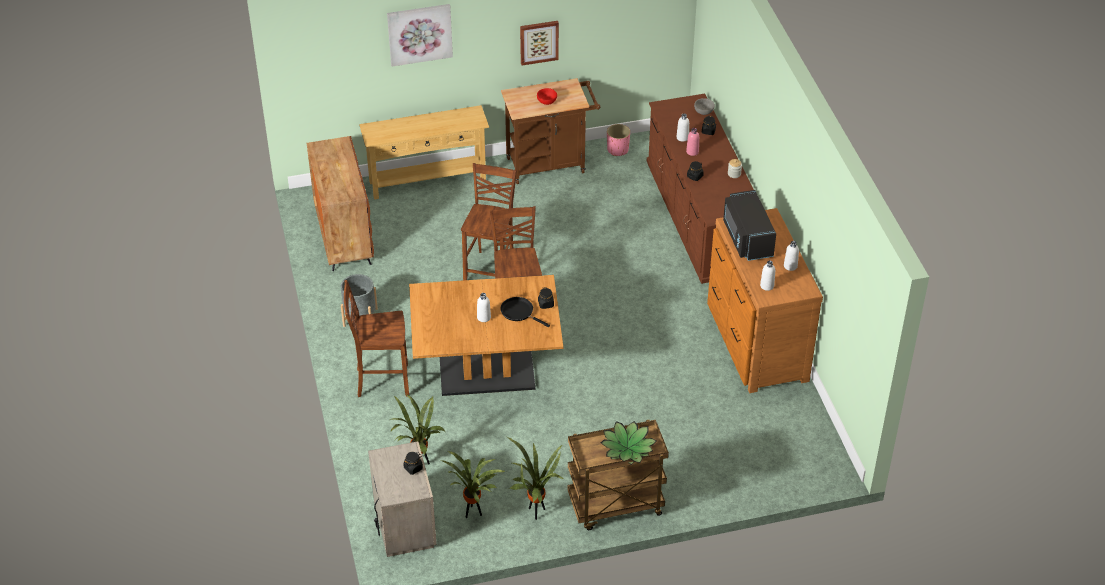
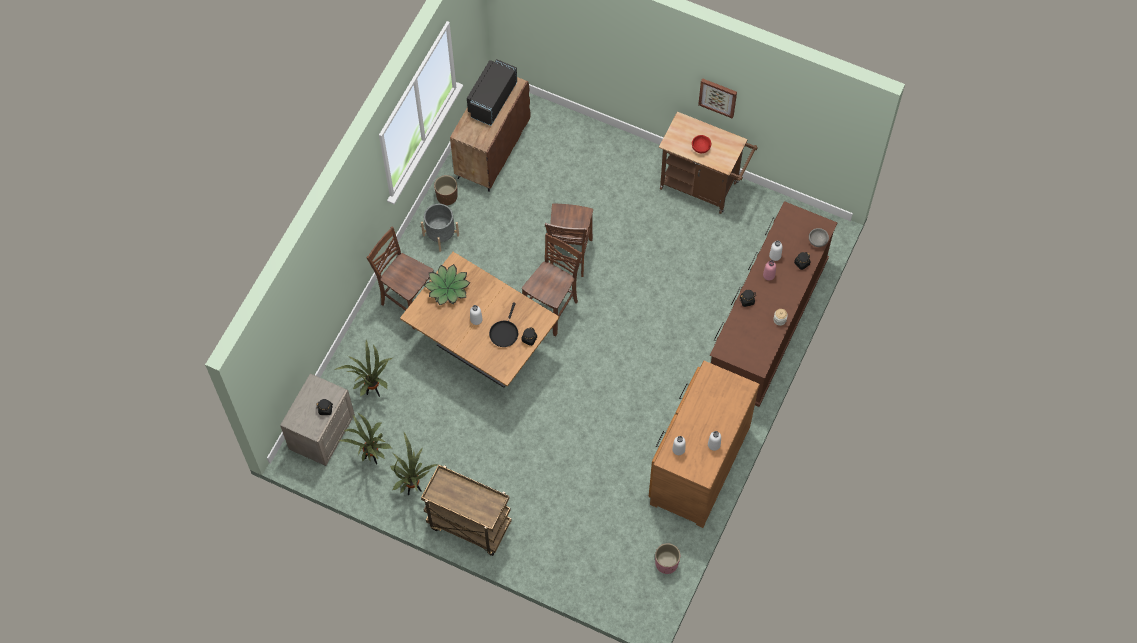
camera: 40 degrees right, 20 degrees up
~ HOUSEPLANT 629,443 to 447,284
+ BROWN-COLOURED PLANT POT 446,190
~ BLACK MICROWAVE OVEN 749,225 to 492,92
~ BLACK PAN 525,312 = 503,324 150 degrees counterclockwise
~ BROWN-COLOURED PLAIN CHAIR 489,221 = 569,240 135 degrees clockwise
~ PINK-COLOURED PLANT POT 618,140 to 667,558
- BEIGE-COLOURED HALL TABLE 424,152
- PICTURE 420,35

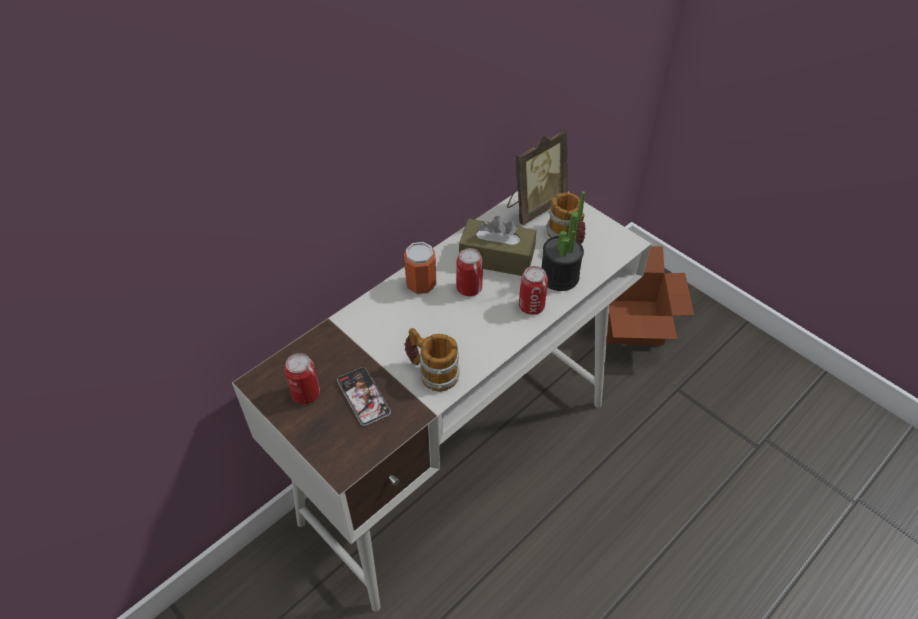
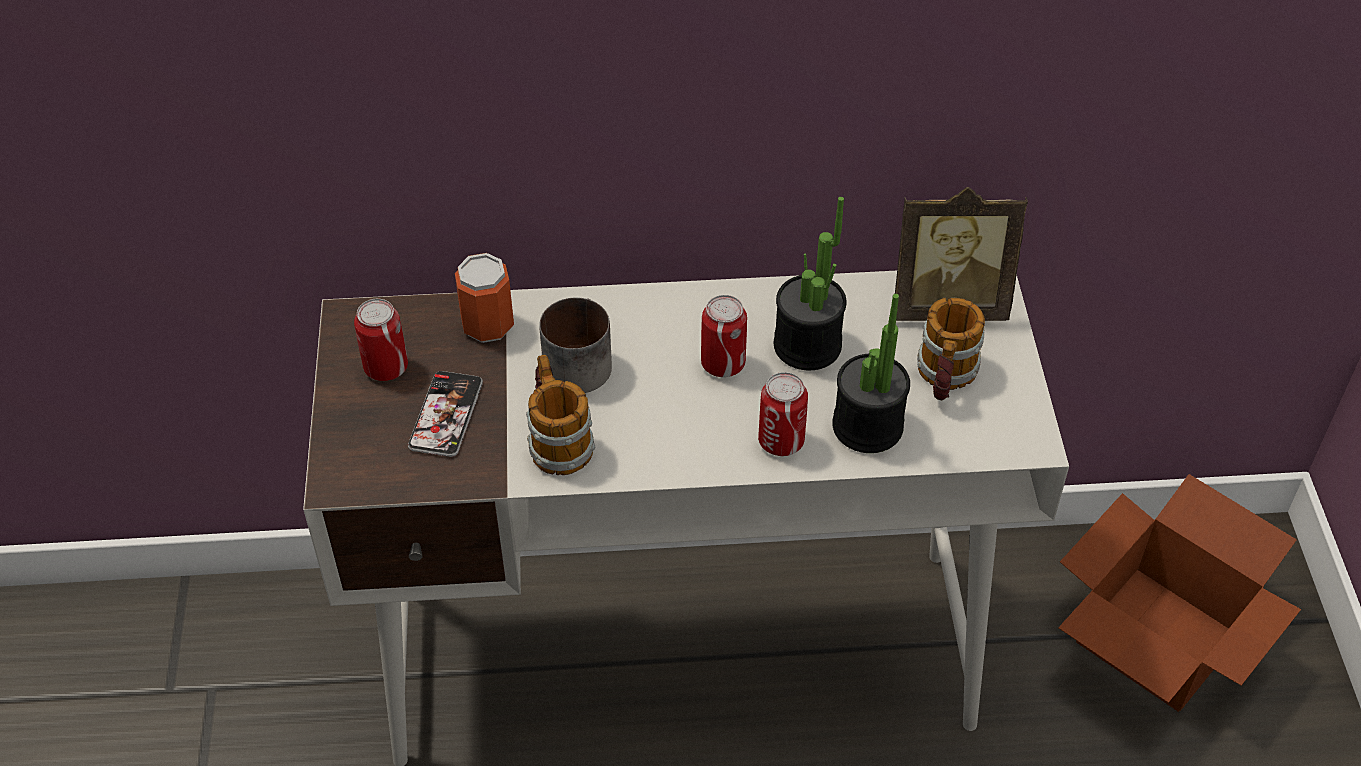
camera: 40 degrees right, 0 degrees up
~ CAN 420,268 to 484,298
+ TEA MUG 575,345
~ BROWN-COLOURED TISSUE BOX 497,246 to HOUSEPLANT 810,284

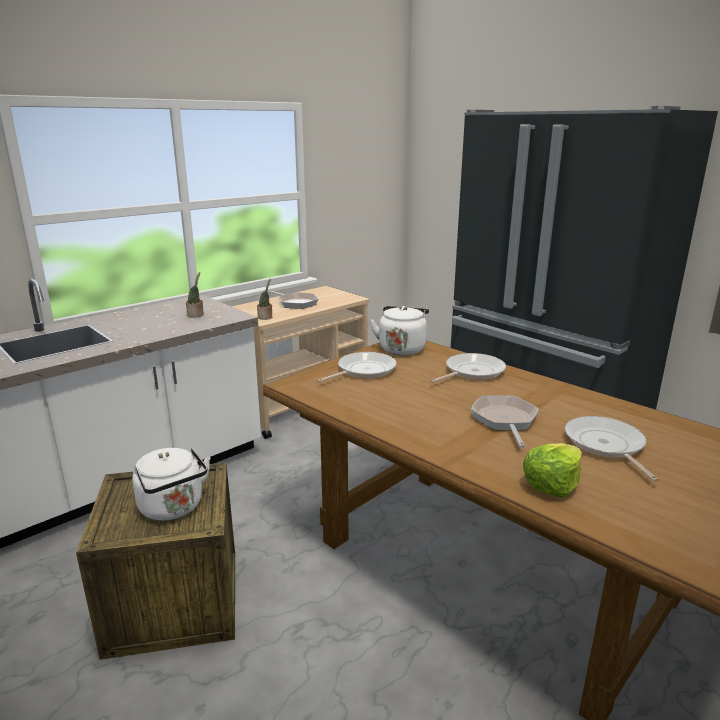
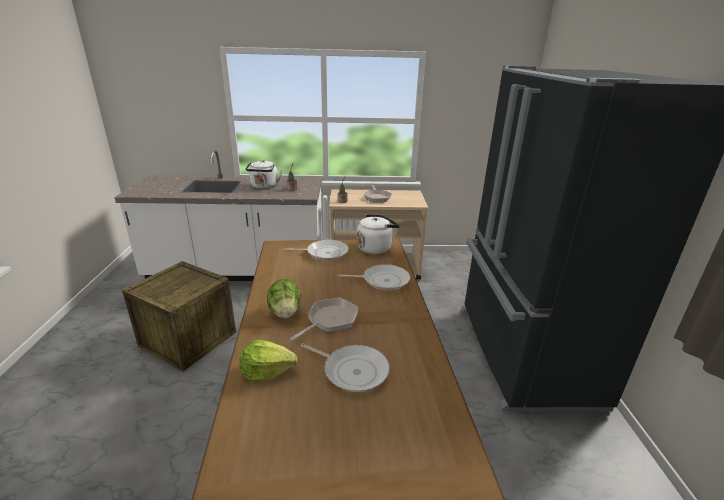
camera: 40 degrees right, 5 degrees up
~ WHITISH KETTLE 171,484 to 264,174
+ HEAD OF LETTUCE 284,298
~ PAN 612,449 = 345,367 90 degrees clockwise

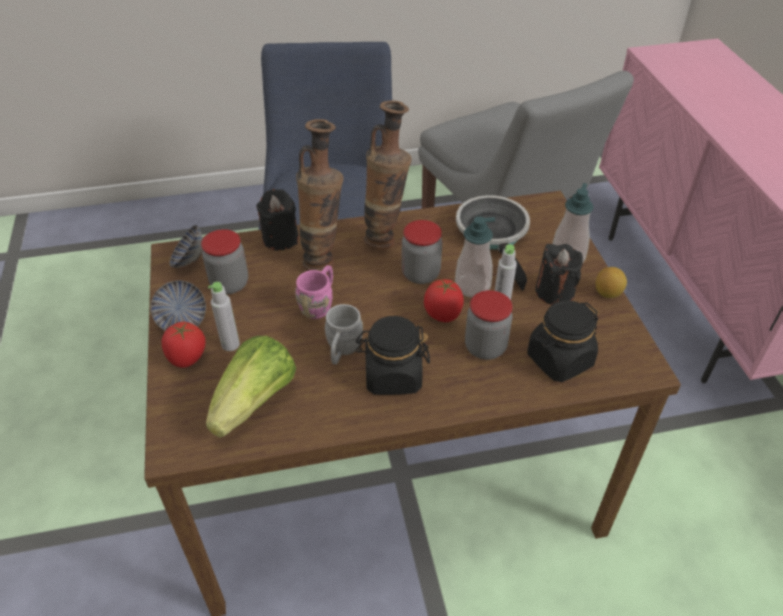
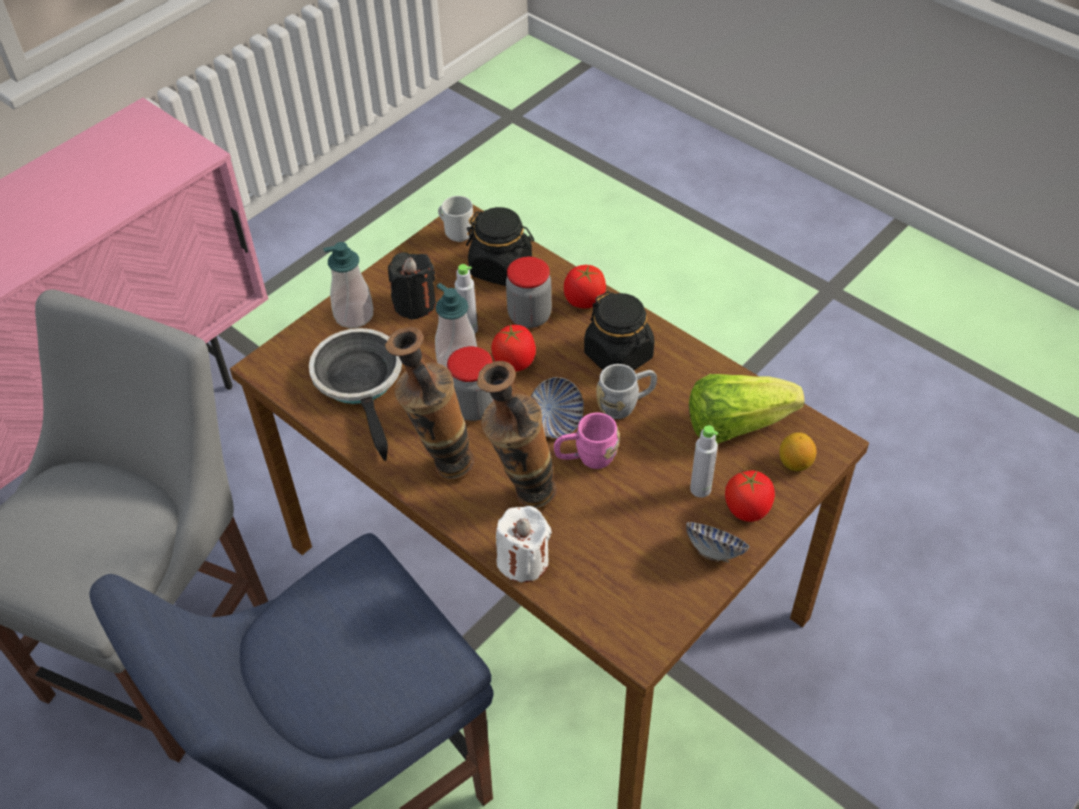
camera: 125 degrees left, 5 degrees up
~ PAN 493,242 = 355,394 120 degrees clockwise
+ TEA MUG 455,219
~ BLACK WAX LIGHT 277,219 to WHITISH WAX LIGHT 524,544
~ BOWL 186,246 to 557,407
+ FRESH TOMATO 585,286
~ WHOLE LEMON 611,282 to 798,451
- STORAGE JAR 224,261

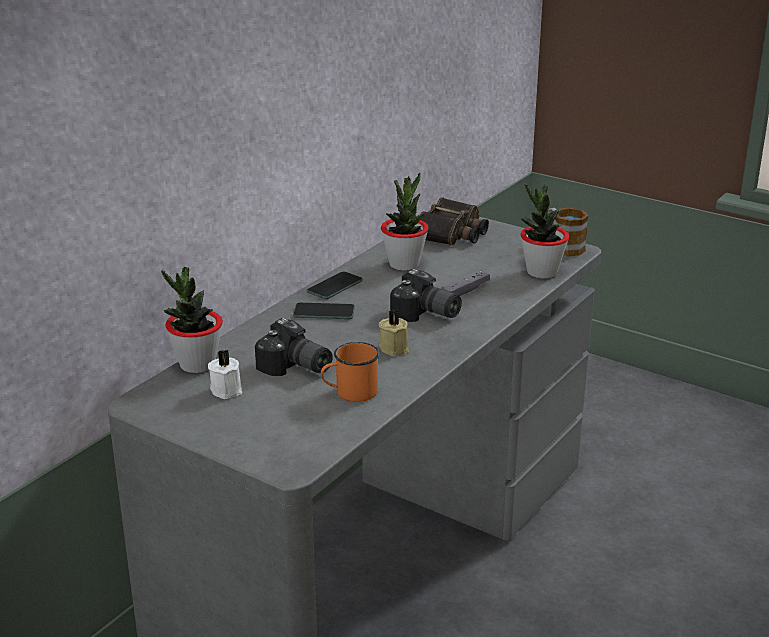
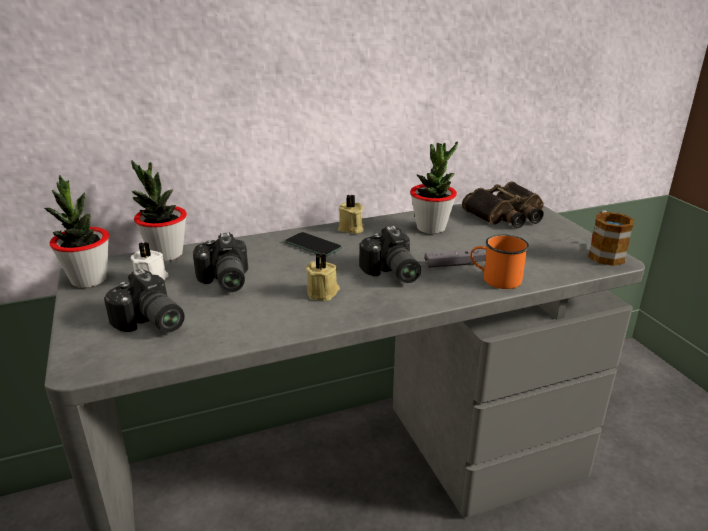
camera: 35 degrees right, 0 degrees up
~ HOUSEPLANT 544,231 to 76,231
+ STILL CAMERA 144,300
~ PHONE 335,285 to BEIGE-COLOURED WAX LIGHT 351,214
~ ORANGE-COLOURED TEA MUG 350,372 to 499,261

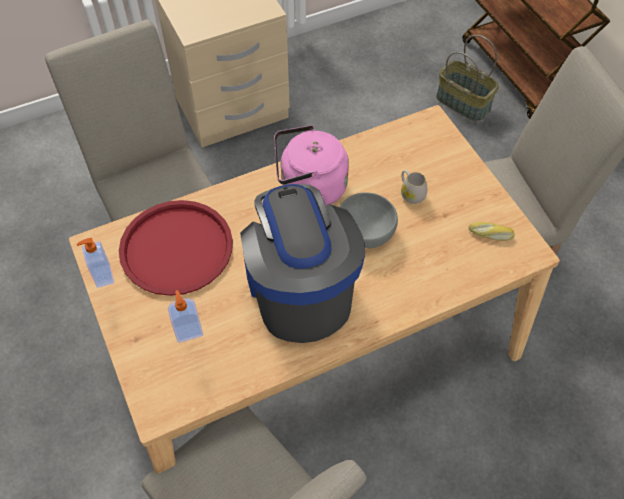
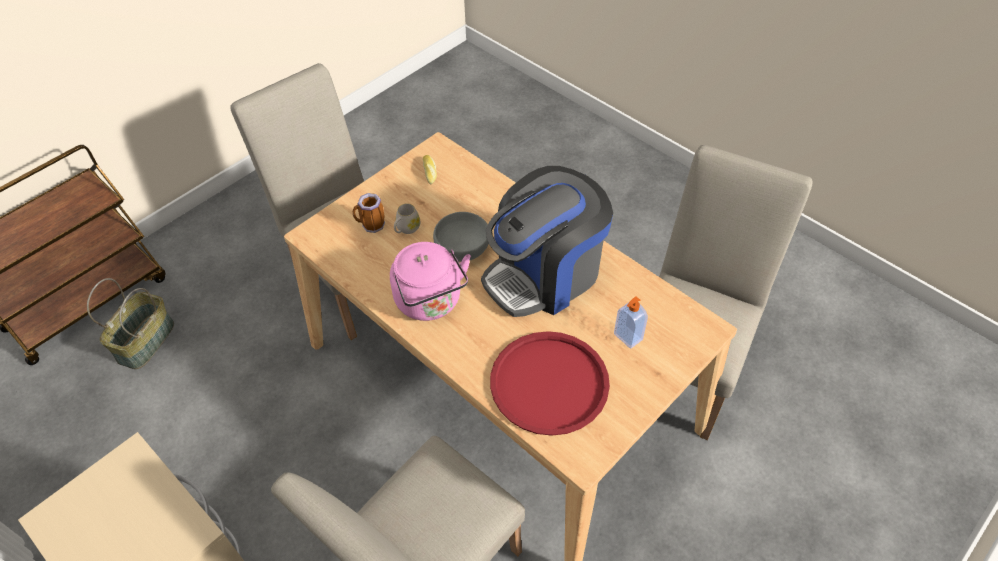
camera: 110 degrees left, 5 degrees down
+ TEA MUG 369,213
- SOAP DISPENSER 95,263

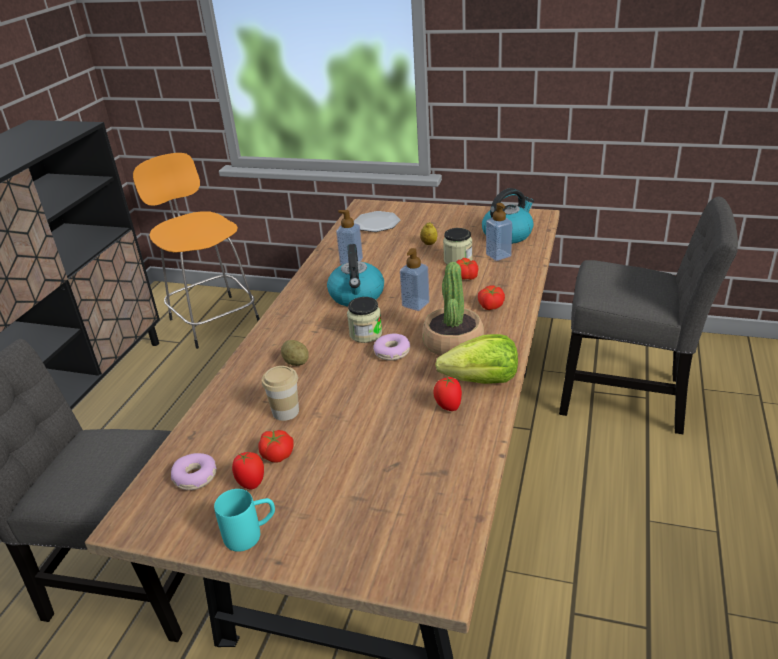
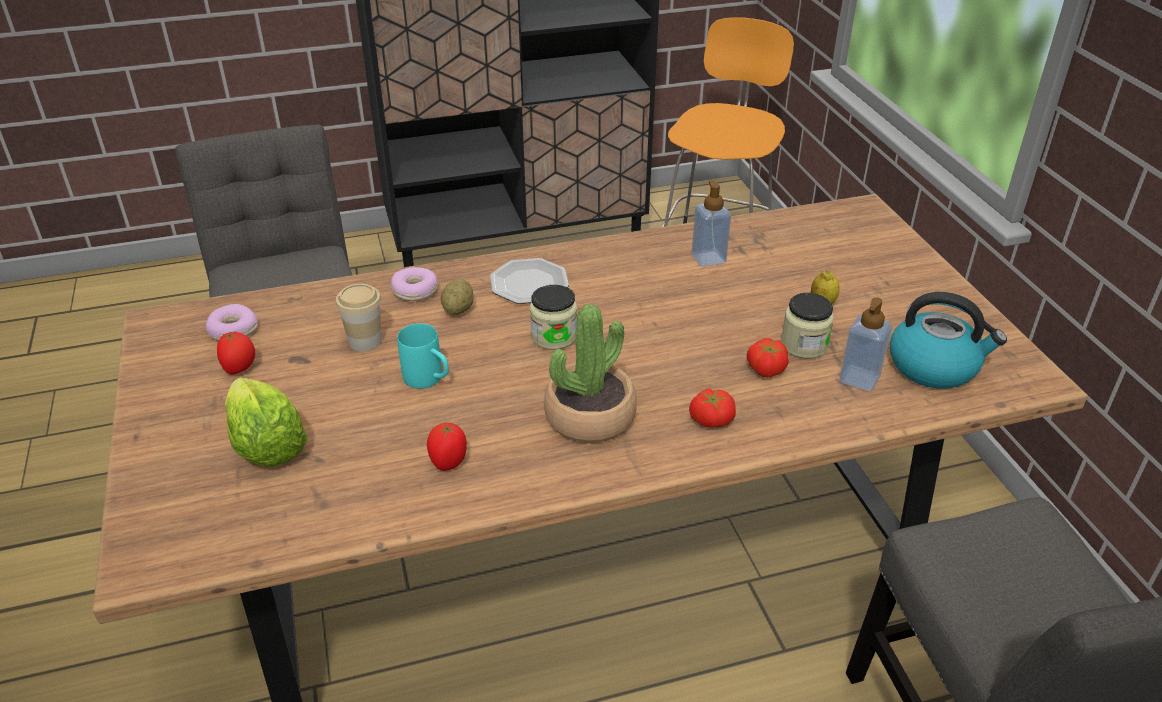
camera: 55 degrees right, 5 degrees up
~ HEAD OF LETTUCE 476,359 to 265,422
~ RING DOUGHNUT 391,347 to 415,284
~ TURQUOISE-COLOURED TEA MUG 244,520 to 423,356
~ PLATE 377,221 to 529,281
- FRESH TOMATO 276,446
- KETTLE 355,275
- SOAP DISPENSER 415,279

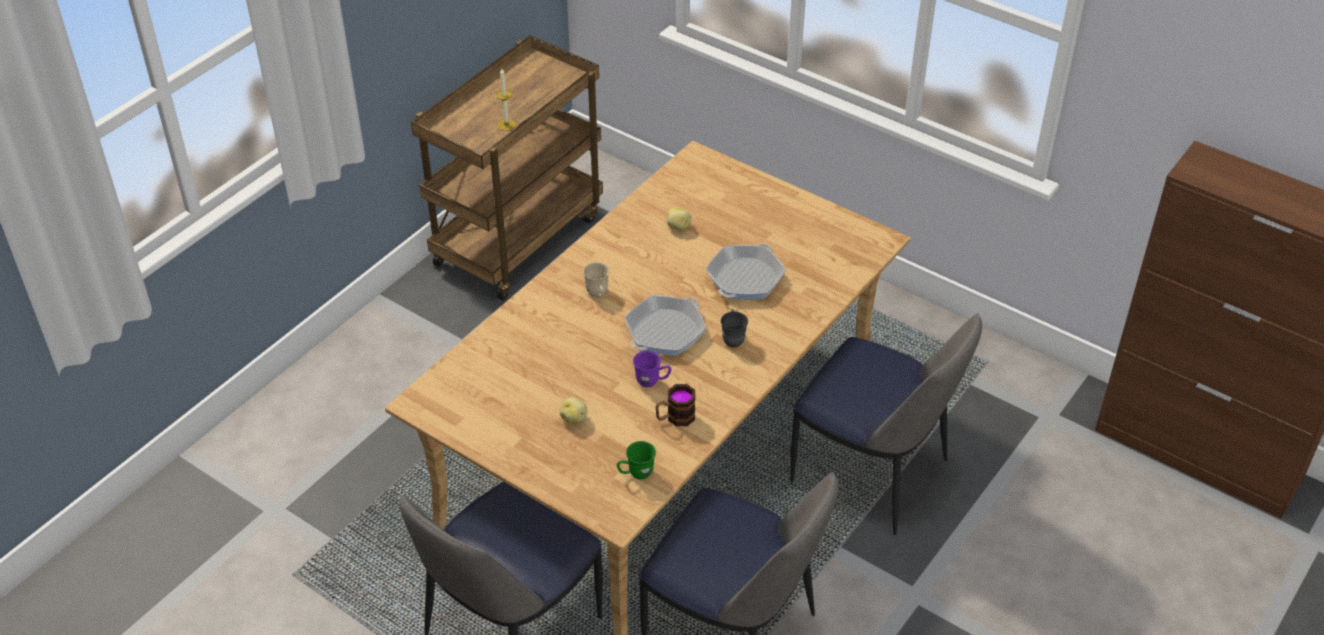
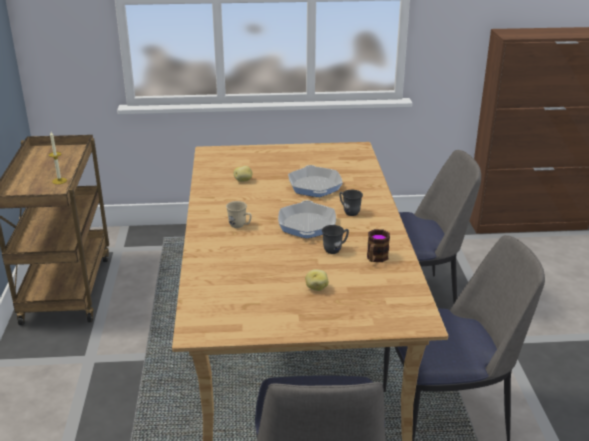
camera: 40 degrees left, 15 degrees down
~ PURPLISH TEA MUG 652,369 to GRAY TEA MUG 335,239
- GREEN-COLOURED TEA MUG 636,460

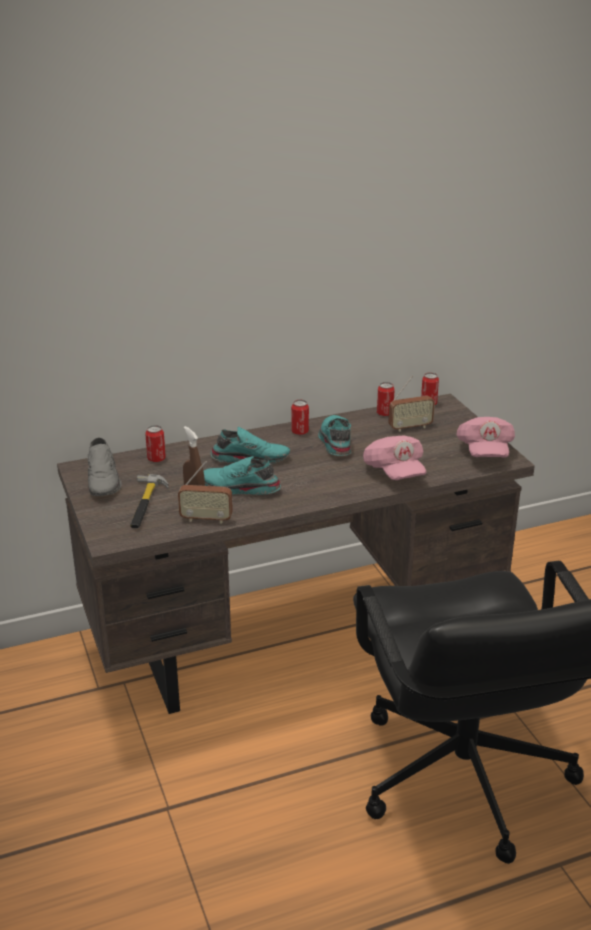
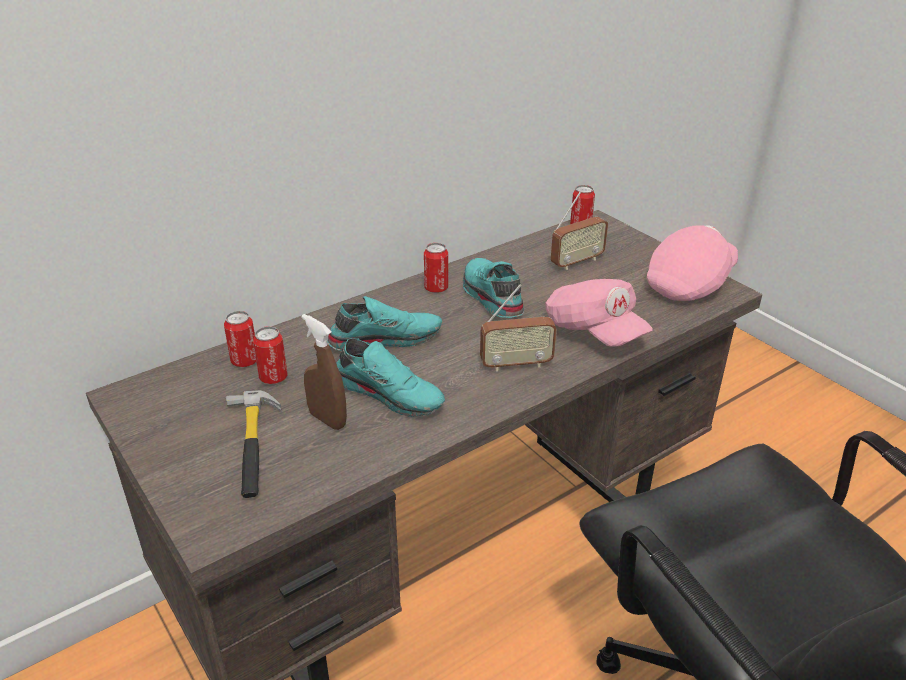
camera: 15 degrees left, 5 degrees up
~ CAN 386,399 to 270,355
~ TURQUOISE-COLOURED ITEM OF FOOTWEAR 242,475 = 390,377 150 degrees counterclockwise
~ RADIO SET 205,492 to 518,328
~ PINK-COLOURED BASEBALL CAP 486,437 = 692,263 120 degrees counterclockwise
- GRAY ITEM OF FOOTWEAR 104,466

